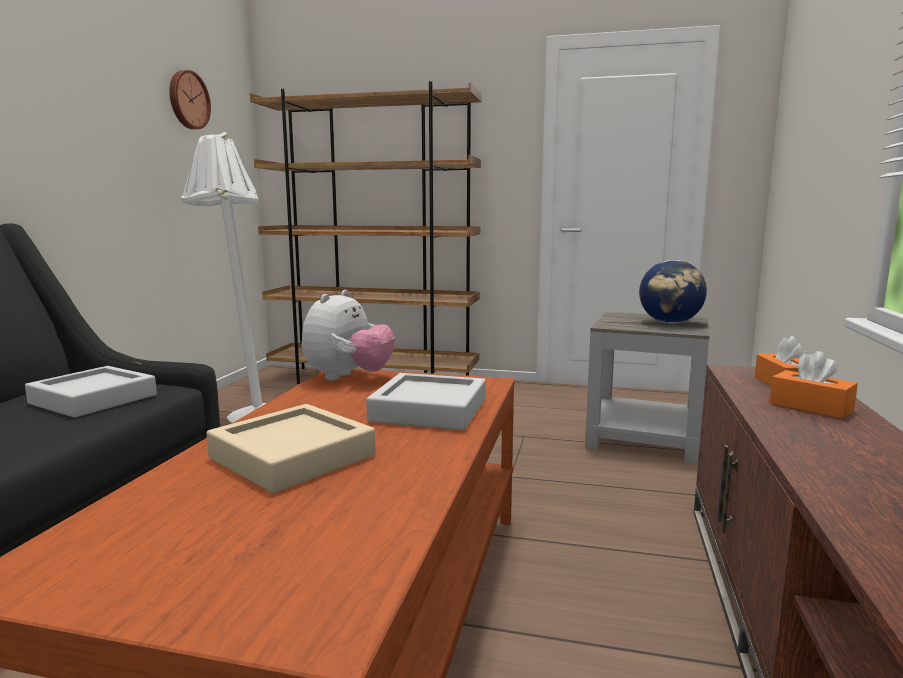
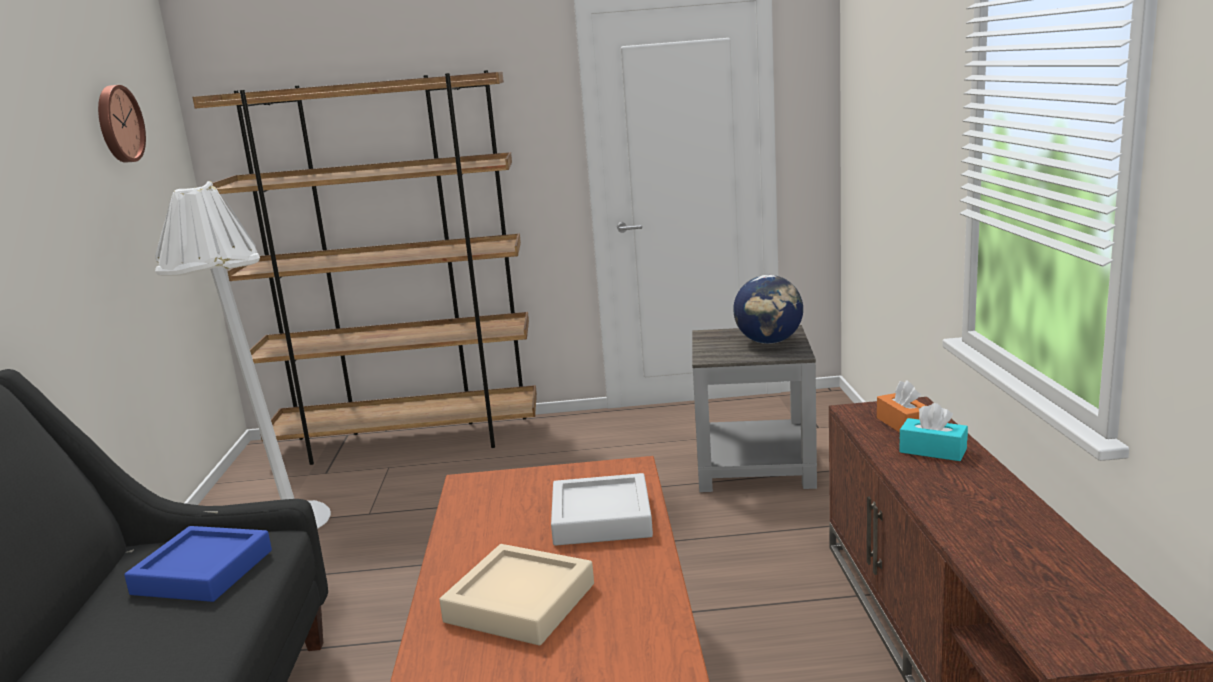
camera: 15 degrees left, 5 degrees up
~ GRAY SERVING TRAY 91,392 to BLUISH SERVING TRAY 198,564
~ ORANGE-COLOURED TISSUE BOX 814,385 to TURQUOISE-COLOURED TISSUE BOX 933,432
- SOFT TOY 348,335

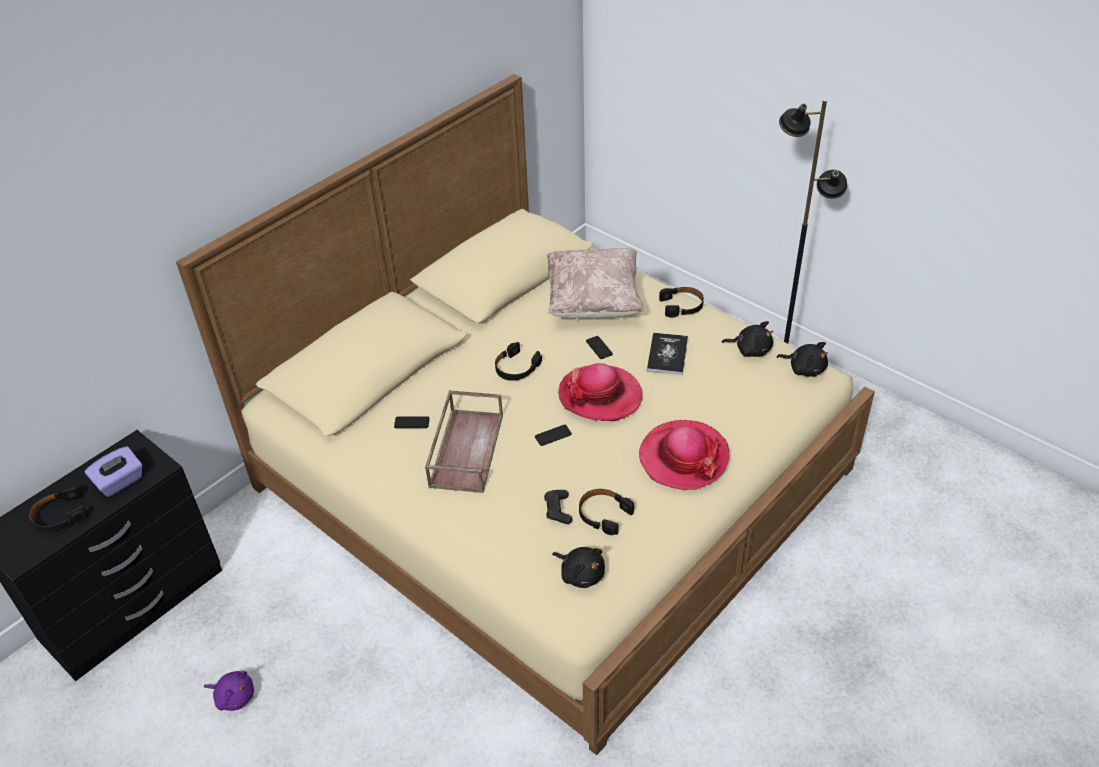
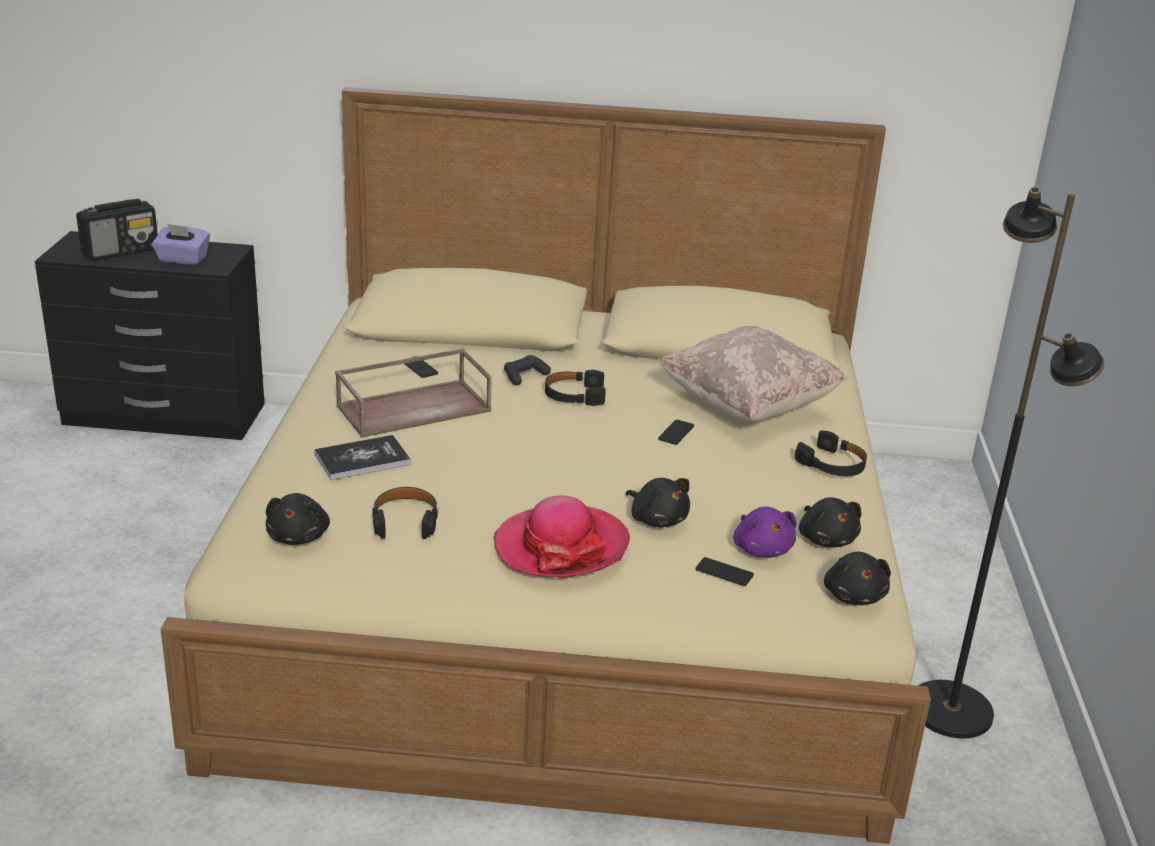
camera: 50 degrees right, 15 degrees down
~ BLACK PAIR OF HEADPHONES 58,509 to RADIO SET 117,230
~ BOUND BOOK 667,354 to 363,457
~ BLACK JOYPAD 558,507 to 527,370
+ BLACK SOFT TOY 658,502
~ PHONE 553,435 to 725,571
~ PURPLISH SOFT TOY 229,691 to 764,532
- WEARABLE HAT 600,392

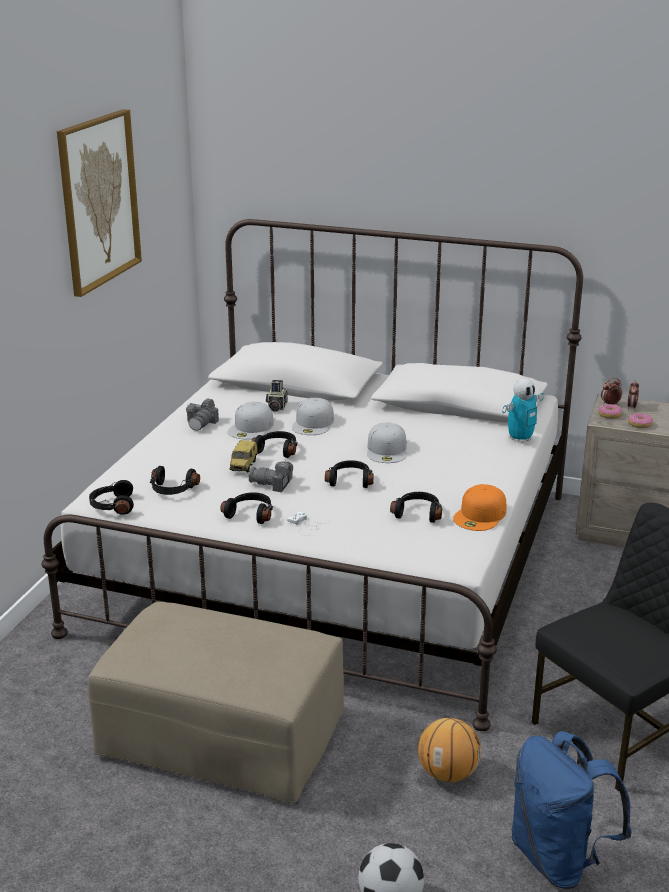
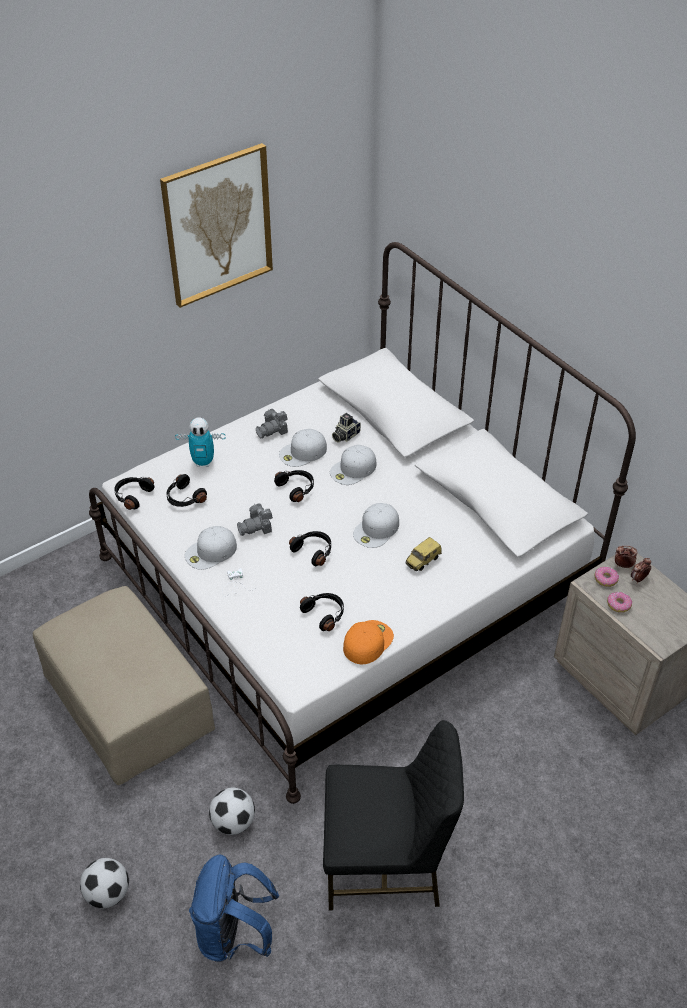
camera: 35 degrees right, 20 degrees up
~ MODEL ROBOT 523,411 to 200,442
~ BLACK PAIR OF HEADPHONES 246,508 to WHITISH BASEBALL CAP 211,548
~ BALL FOR BASKETBALL 449,750 to FOOTBALL BALL 232,811
~ STILL CAMERA 271,476 = 255,519 75 degrees counterclockwise
~ ORANGE-COLOURED BASEBALL CAP 480,507 = 368,642 150 degrees clockwise
~ TOY CAR 244,456 to 423,554

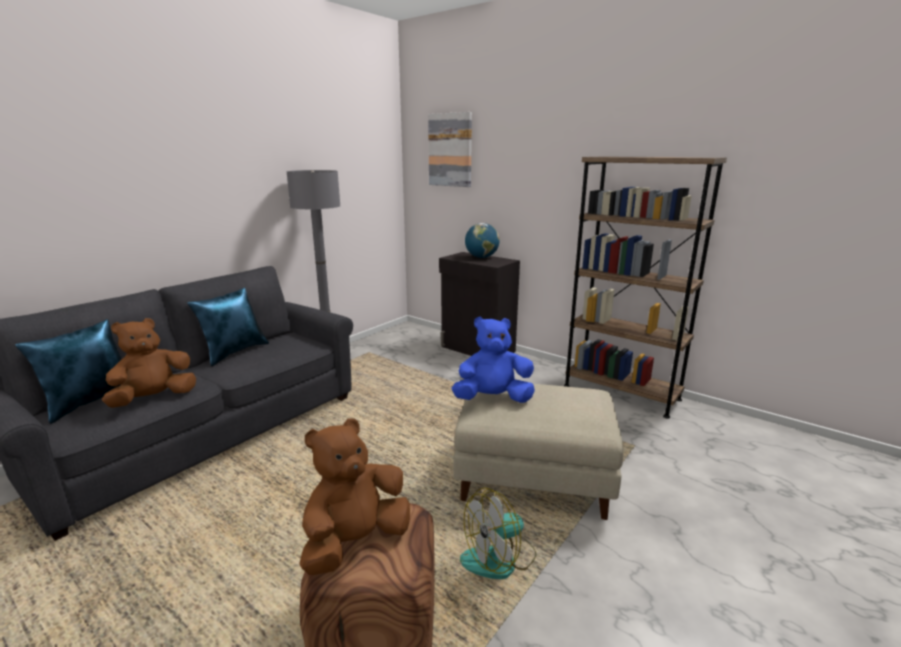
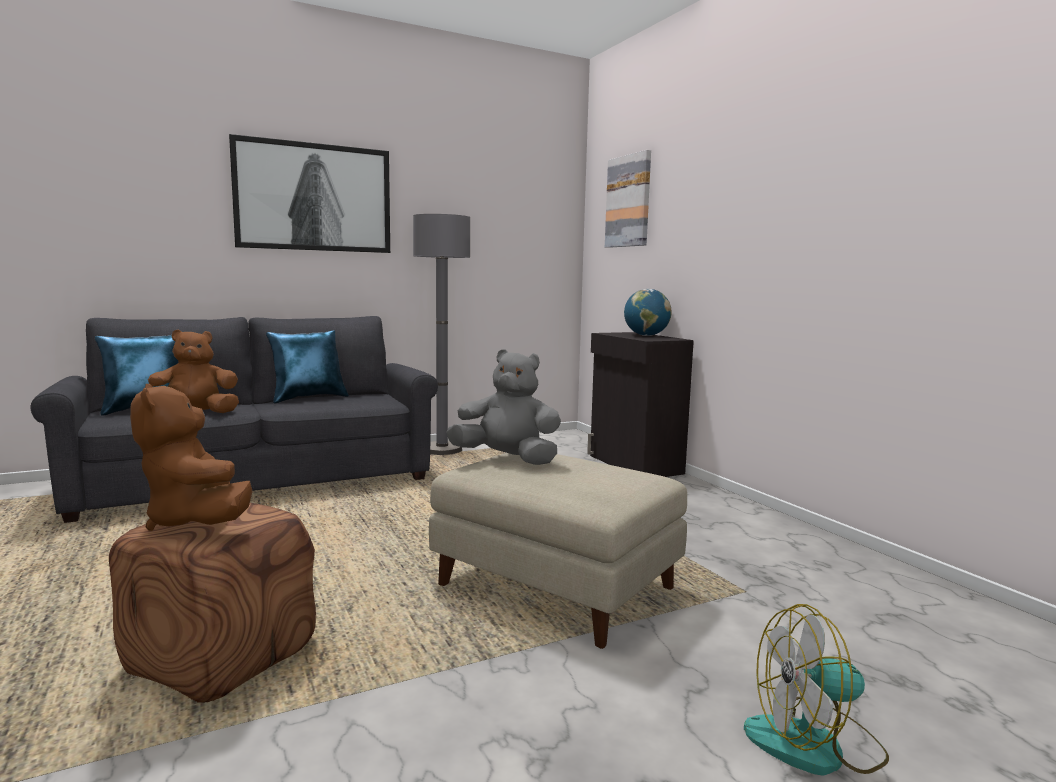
camera: 25 degrees right, 10 degrees down
~ BROWN-COLOURED SOFT TOY 354,497 = 191,457 105 degrees counterclockwise
+ PICTURE 309,193
~ BLUISH SOFT TOY 493,360 to GRAY SOFT TOY 503,407
~ ELECTRIC FAN 498,533 to 816,690
- BROWN-COLOURED SHELVING UNIT 645,287

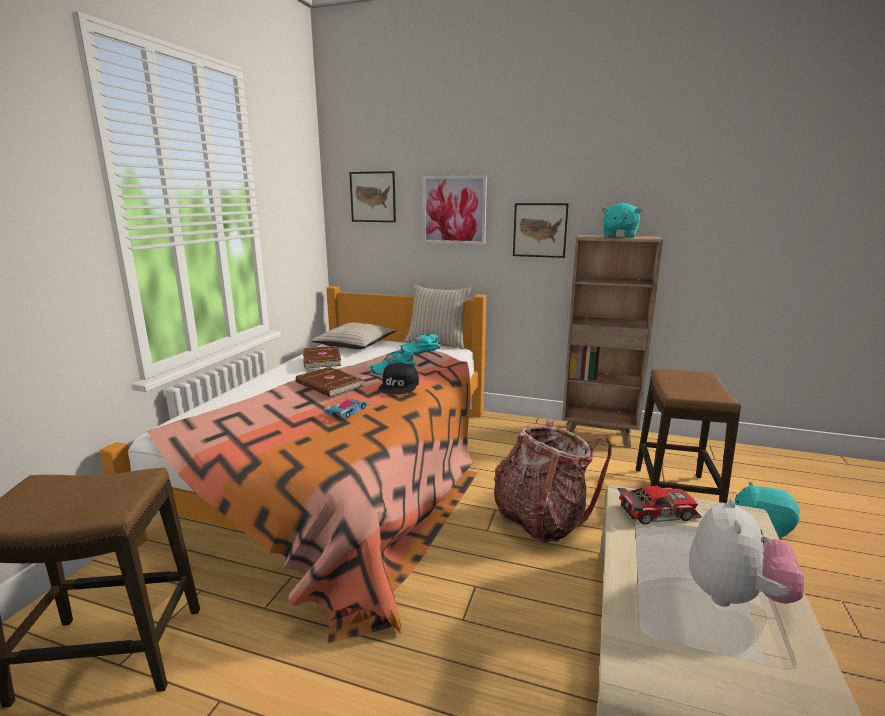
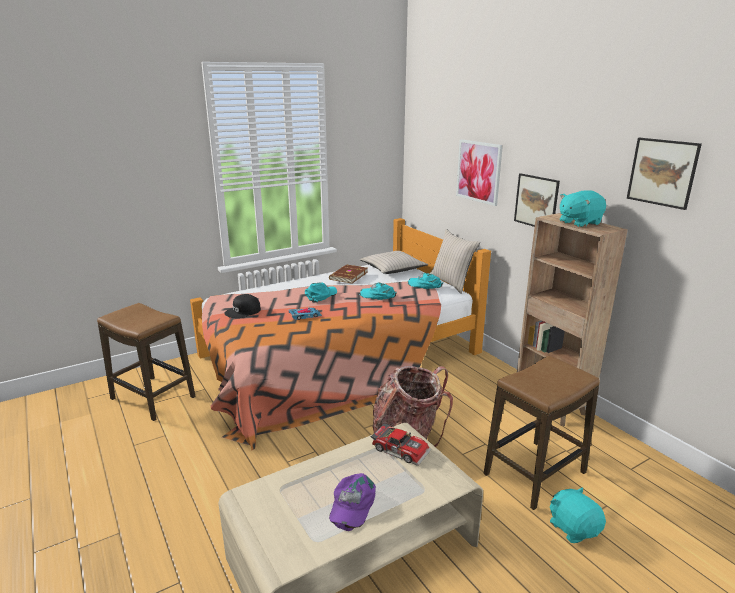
camera: 40 degrees right, 5 degrees up
~ BLACK BASEBALL CAP 398,378 to 242,306
~ BROWN-COLOURED BOUND BOOK 329,382 to TURQUOISE-COLOURED BASEBALL CAP 321,292
~ SOFT TOY 746,552 to PURPLISH BASEBALL CAP 352,502
~ PICTURE 372,196 to 664,174

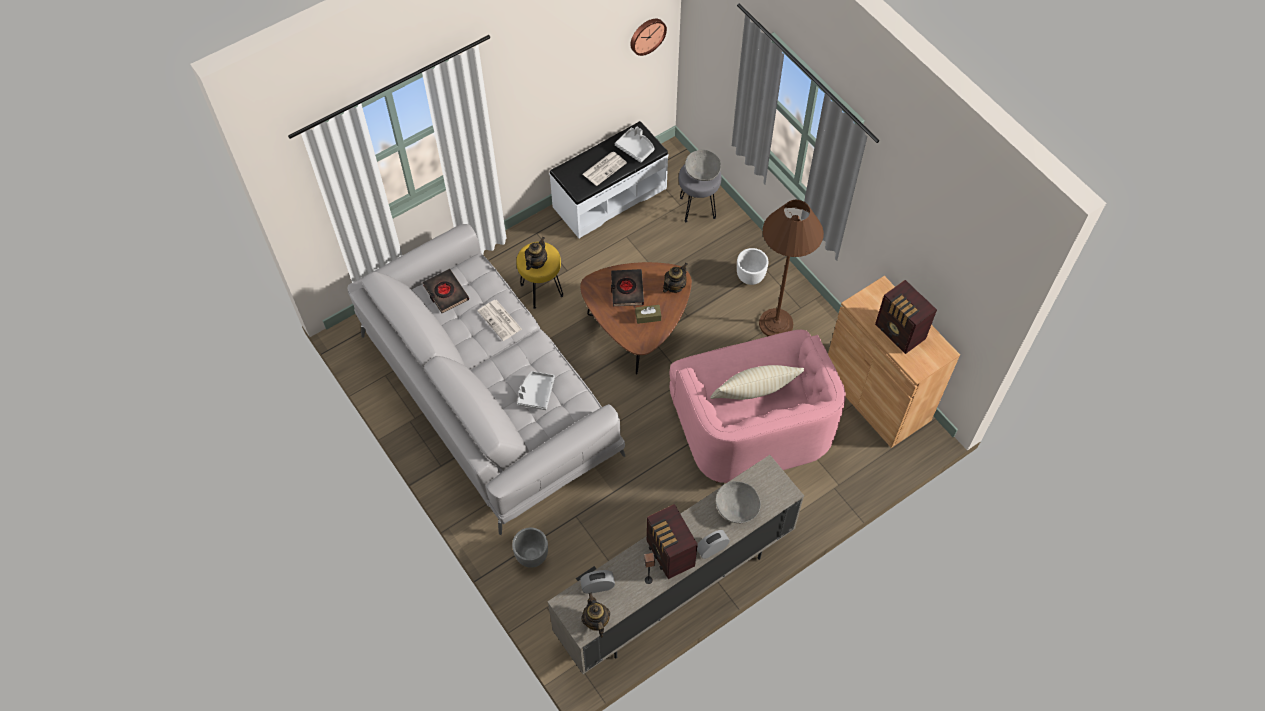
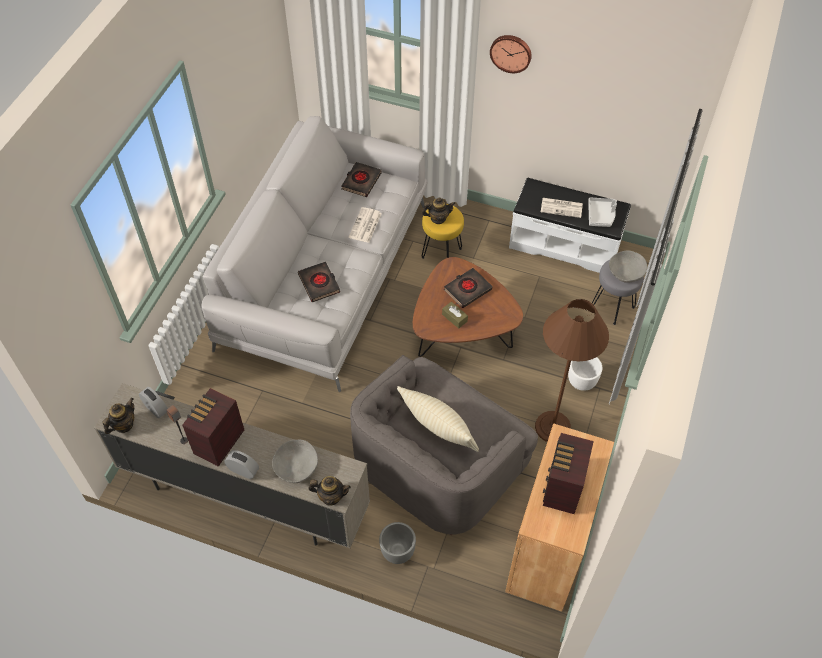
camera: 55 degrees right, 5 degrees down
~ GRAY SERVING TRAY 536,390 to BLACK BOUND BOOK 319,282
~ TEA POT 675,278 to 329,491
~ PINK-COLOURED LOUNGE CHAIR 757,406 to GRAY LOUNGE CHAIR 444,445
~ GRAY PLANT POT 530,548 to 397,543
~ WALL CLOCK 648,37 to 511,54

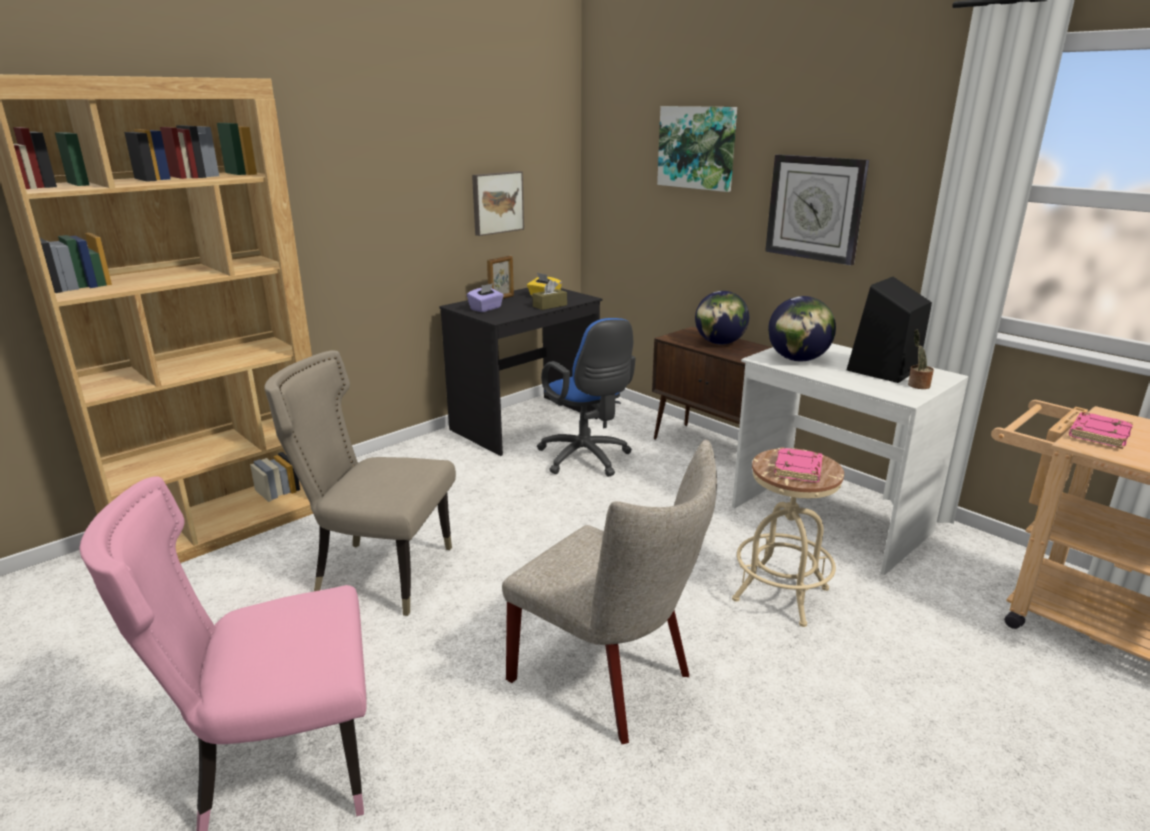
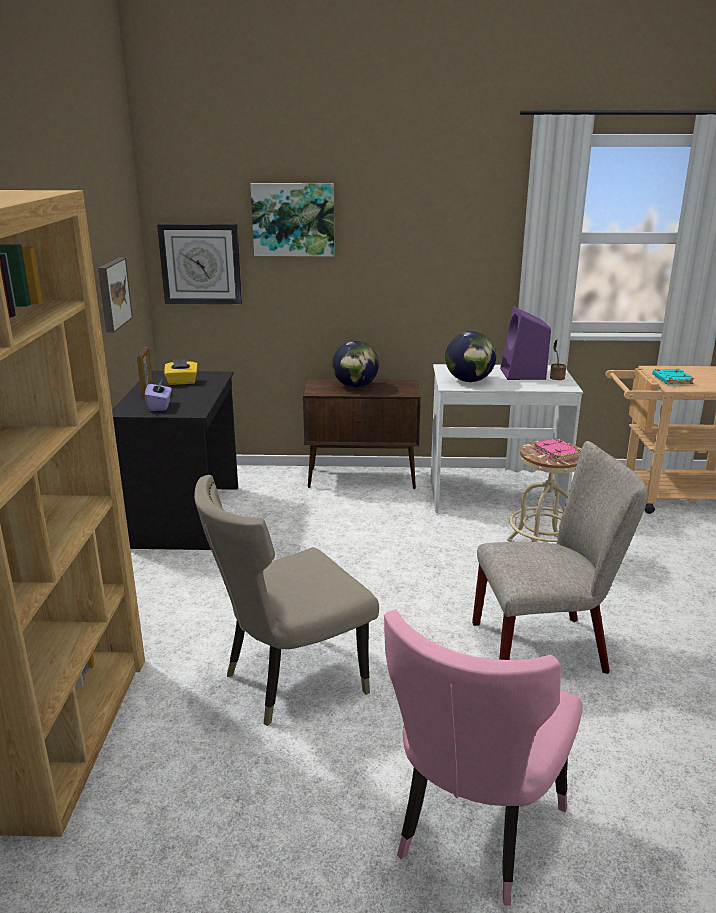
camera: 45 degrees left, 0 degrees up
~ WALL CLOCK 817,209 to 199,264
~ BLACK SPEAKER 889,330 to PURPLISH SPEAKER 525,343
~ PINK-COLOURED BOUND BOOK 1101,430 to TURQUOISE-COLOURED BOUND BOOK 673,377
- BROWN-COLOURED TISSUE BOX 550,295
- BLUISH DESK CHAIR 586,397

